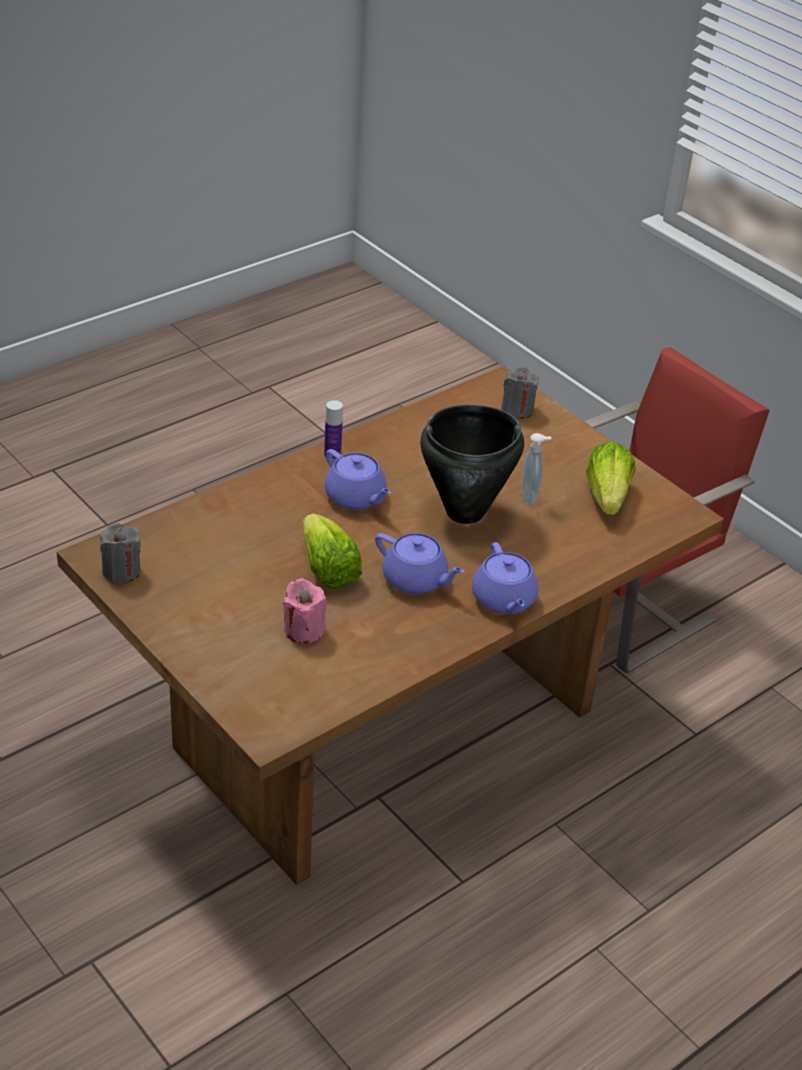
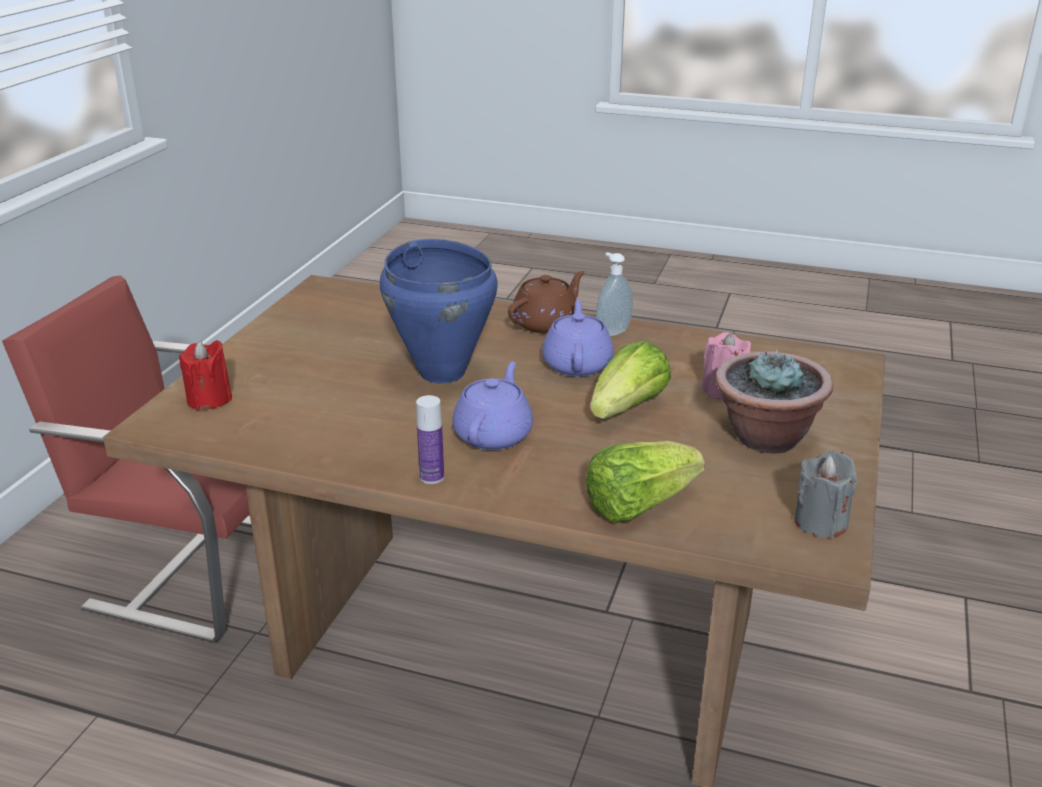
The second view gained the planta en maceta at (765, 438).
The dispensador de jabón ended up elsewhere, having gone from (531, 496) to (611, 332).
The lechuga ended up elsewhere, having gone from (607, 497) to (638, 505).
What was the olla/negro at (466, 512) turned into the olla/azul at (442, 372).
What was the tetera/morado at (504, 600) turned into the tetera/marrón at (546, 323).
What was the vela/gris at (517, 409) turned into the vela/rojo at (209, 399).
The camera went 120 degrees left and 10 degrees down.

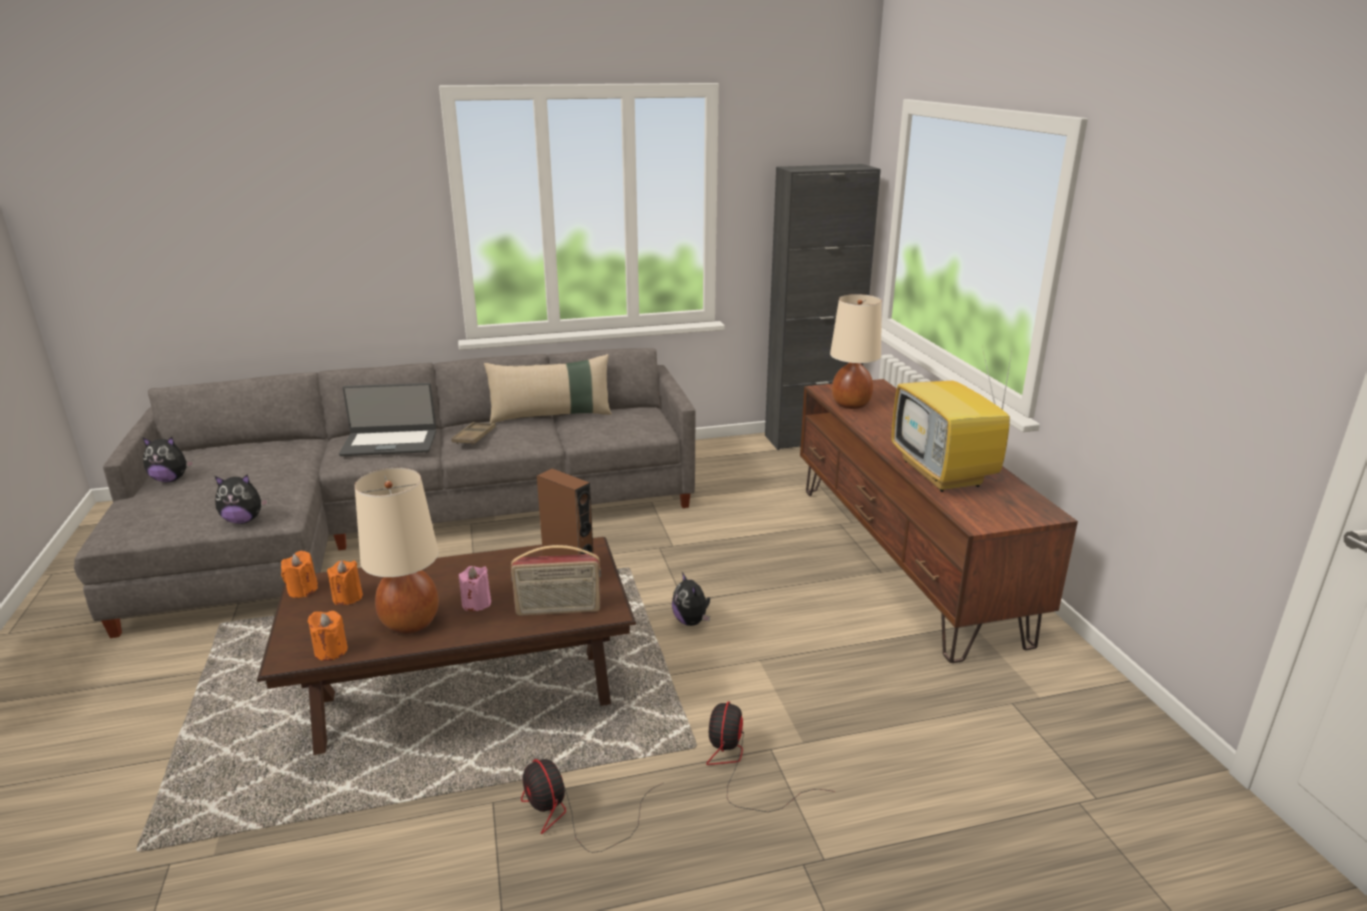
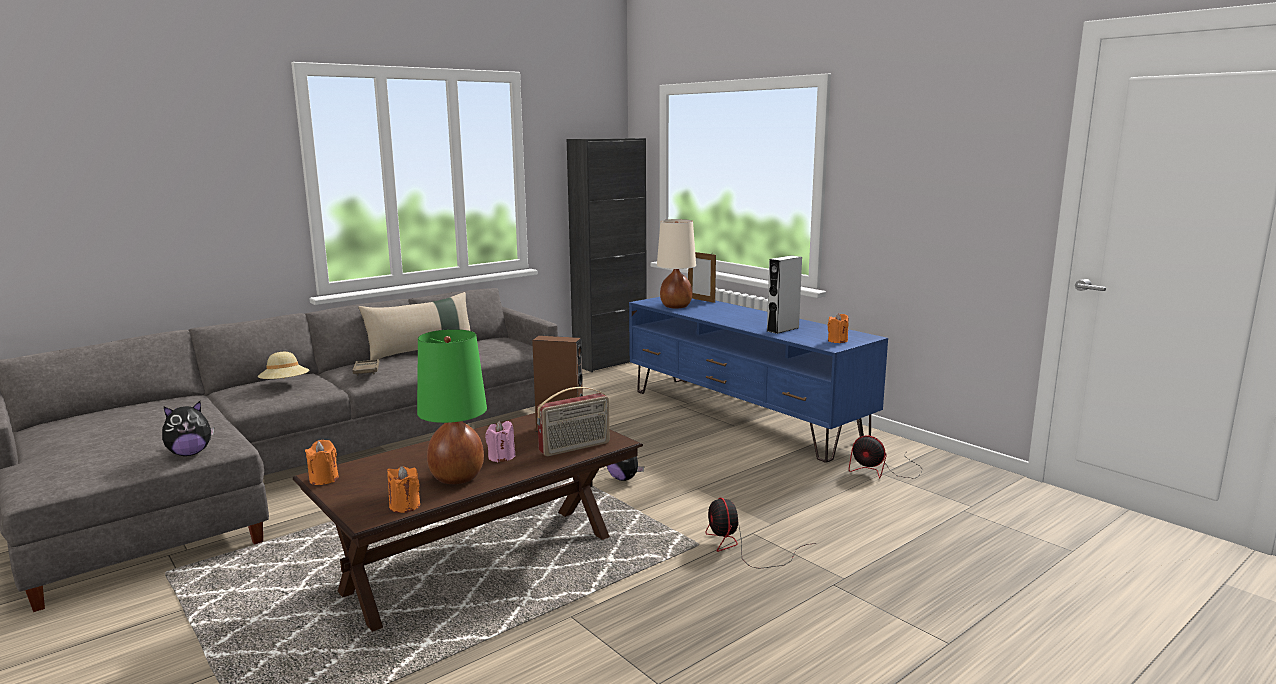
The second view lost the peluche at (171, 479).
The second view gained the portarretratos at (701, 300).
The vela/naranja ended up elsewhere, having gone from (347, 597) to (837, 341).
The ventilador ended up elsewhere, having gone from (572, 816) to (882, 470).
Where the portátil stood at (389, 443), the sombrero/beis came to stand at (285, 385).
Where the televisor stood at (944, 474), the altavoz/gris came to stand at (783, 329).
What was the lámpara de mesa/beis at (410, 622) turned into the lámpara de mesa/verde at (457, 477).
What was the mueble de televisión/marrón at (904, 559) turned into the mueble de televisión/azul at (743, 416).
The camera went 25 degrees left and 10 degrees down.

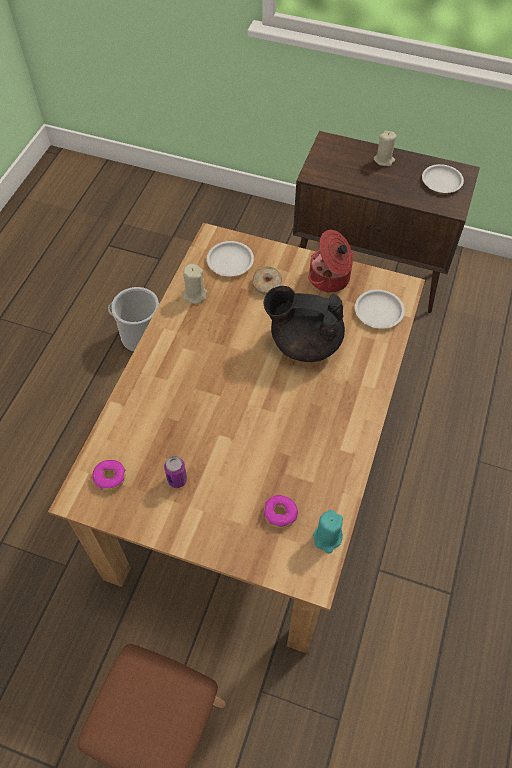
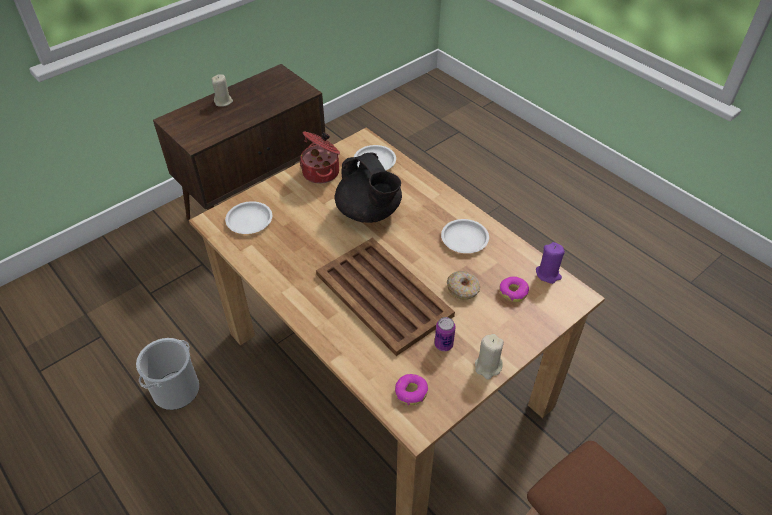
The second view gained the bandeja/marrón at (384, 296).
The vela/beis ended up elsewhere, having gone from (194, 295) to (488, 367).
The rosquilla ended up elsewhere, having gone from (267, 284) to (463, 289).
The plato/blanco ended up elsewhere, having gone from (441, 181) to (464, 239).
What was the vela/turquesa at (327, 538) turned into the vela/morado at (548, 274).
The tetera/negro at (304, 342) ended up facing another way, 75 degrees counterclockwise from before.
The camera went 60 degrees left and 10 degrees down.

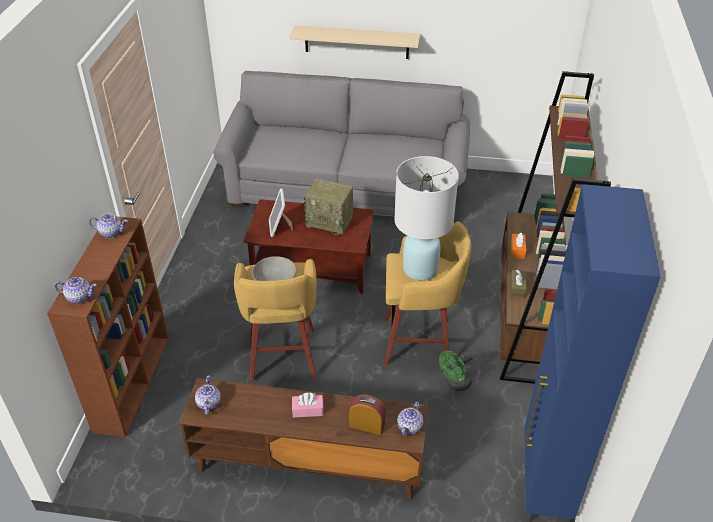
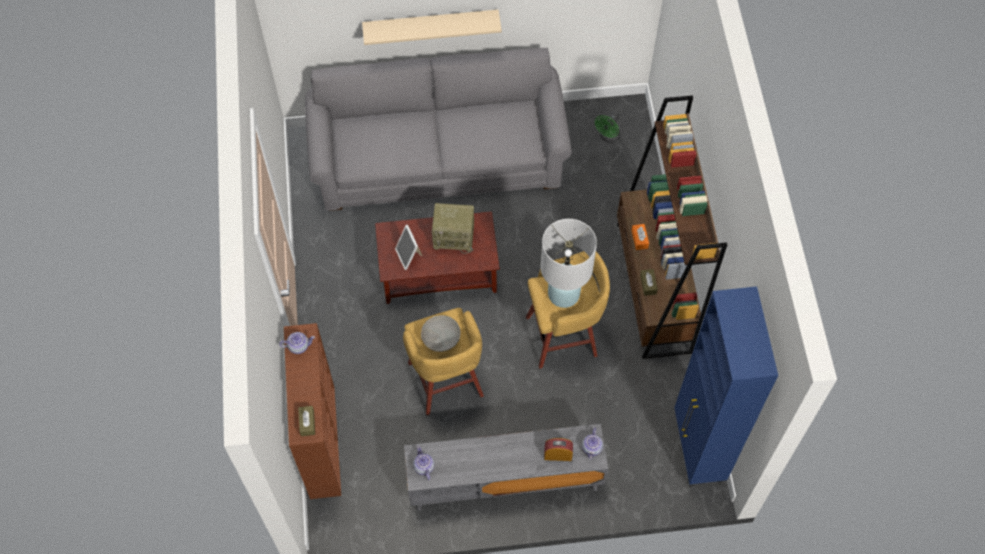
The second view lost the caja de pañuelos/rosa at (308, 410).
The ventilador/verde ended up elsewhere, having gone from (455, 384) to (608, 137).
Where the tetera stood at (79, 297), the caja de pañuelos/marrón came to stand at (307, 423).
What was the mueble de televisión/marrón at (307, 464) turned into the mueble de televisión/gris at (504, 481).
The camera went 15 degrees left and 20 degrees up.

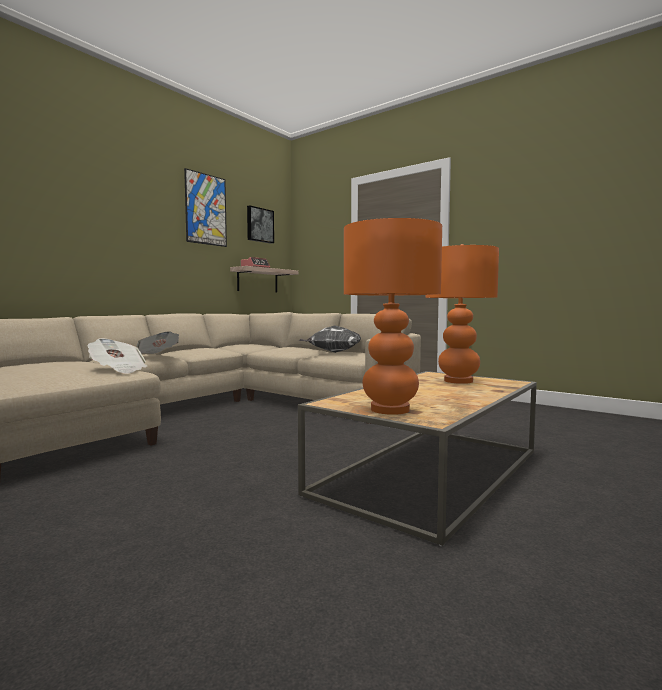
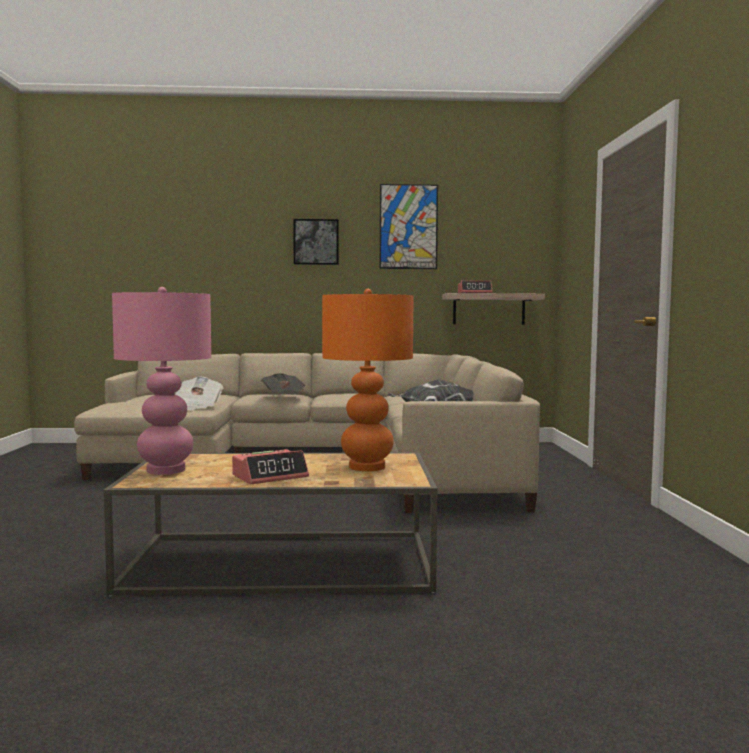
The second view gained the despertador at (270, 476).
The cuadro ended up elsewhere, having gone from (259, 225) to (316, 242).
What was the lámpara de mesa/naranja at (390, 409) turned into the lámpara de mesa/rosa at (167, 470).
The camera went 50 degrees right and 0 degrees up.

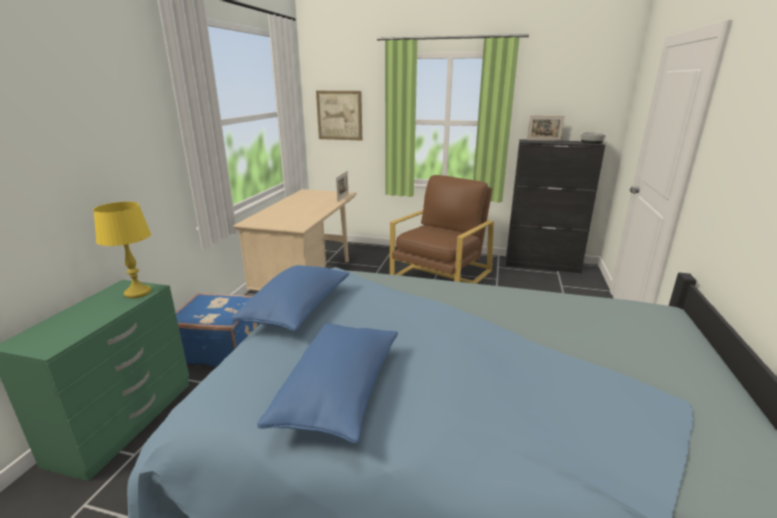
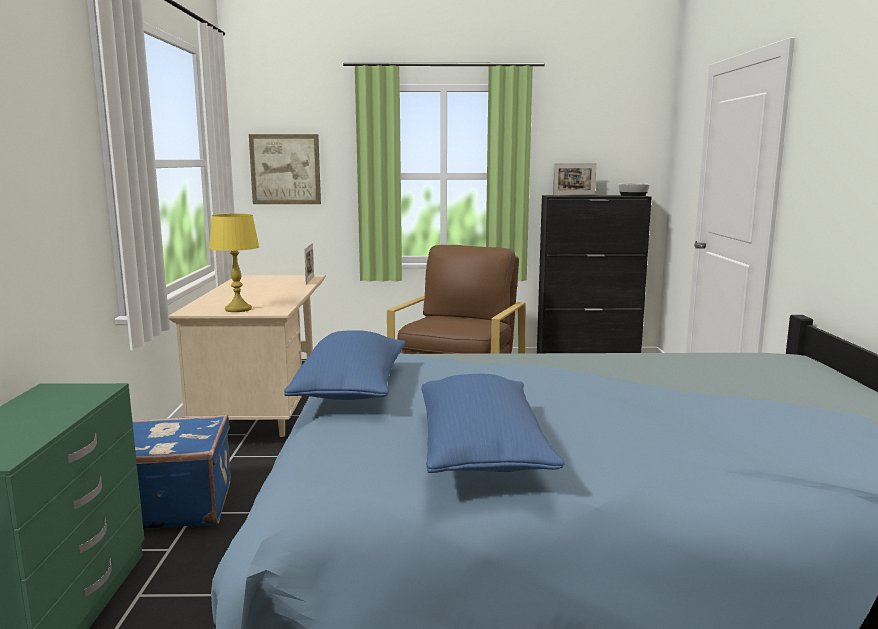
The lámpara de mesa/amarillo ended up elsewhere, having gone from (138, 292) to (238, 309).
The camera went 15 degrees left and 10 degrees down.

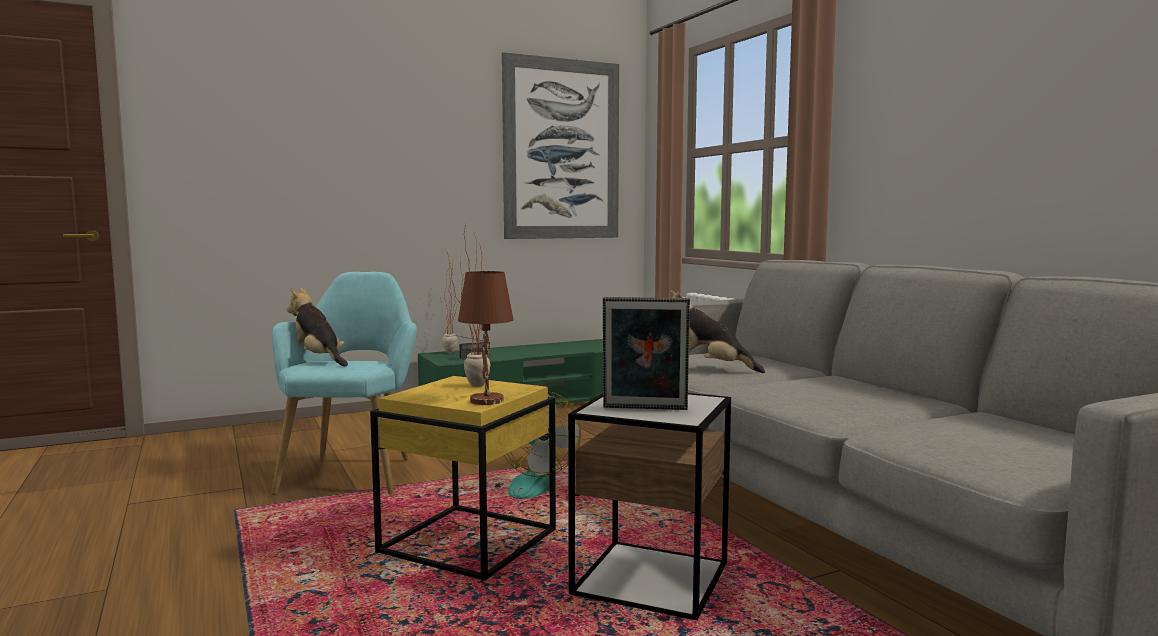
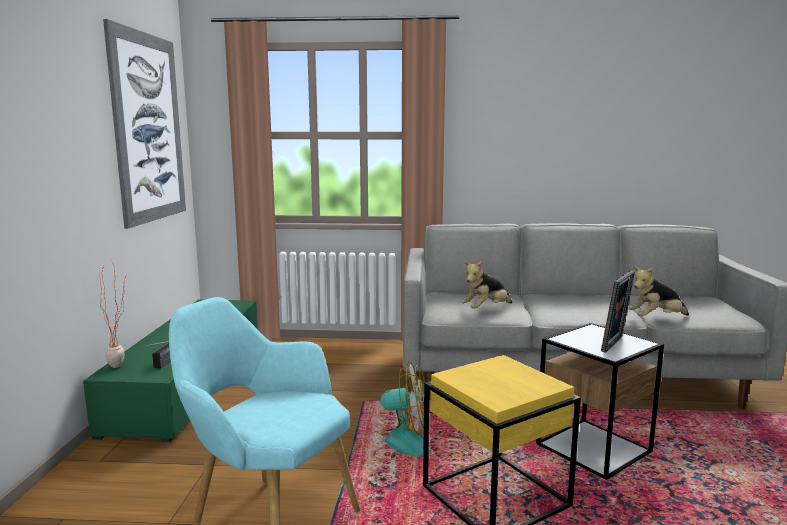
The second view lost the planta en maceta at (470, 385).
The second view lost the lámpara de mesa/marrón at (486, 400).
The peluche ended up elsewhere, having gone from (319, 360) to (656, 319).
The camera went 60 degrees left and 5 degrees up.

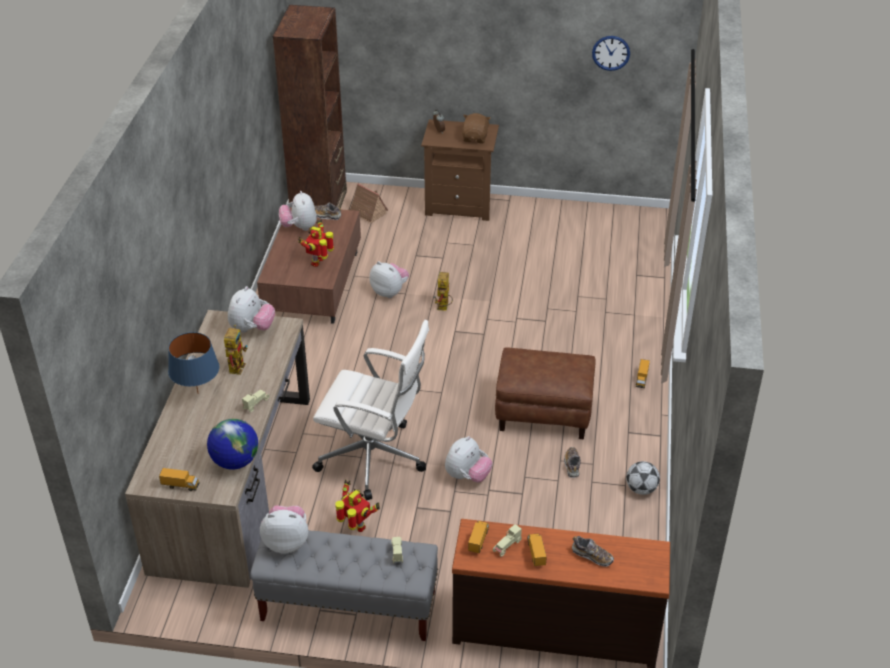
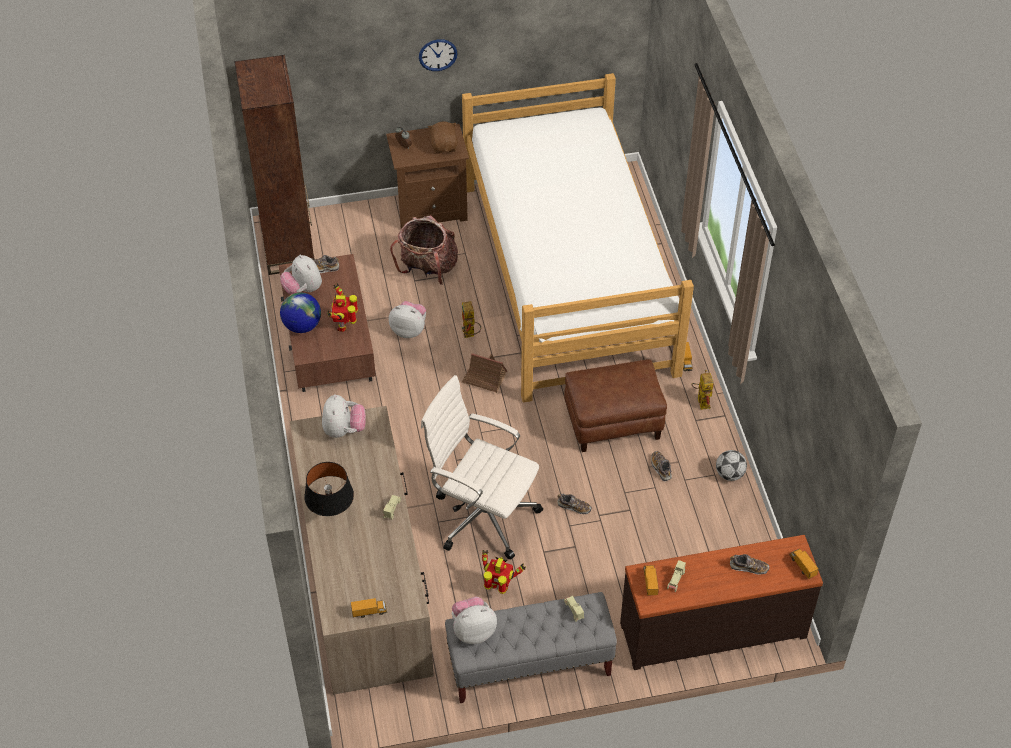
The second view gained the mochila at (428, 268).
The second view gained the cama at (568, 277).
The globo terráqueo ended up elsewhere, having gone from (235, 461) to (302, 326).
The robot de juguete ended up elsewhere, having gone from (236, 365) to (701, 400).
The casita ended up elsewhere, having gone from (367, 212) to (484, 378).
The camión de juguete ended up elsewhere, having gone from (536, 554) to (802, 566).
The reloj de pared ended up elsewhere, having gone from (611, 53) to (438, 55).
Where the peluche stood at (467, 476), the zapato came to stand at (574, 507).
What was the lámpara de mesa/azul at (197, 393) turned into the lámpara de mesa/negro at (331, 514).
The silla de oficina/blanco at (374, 459) ended up facing another way, 150 degrees counterclockwise from before.
The camera went 20 degrees left and 10 degrees up.

